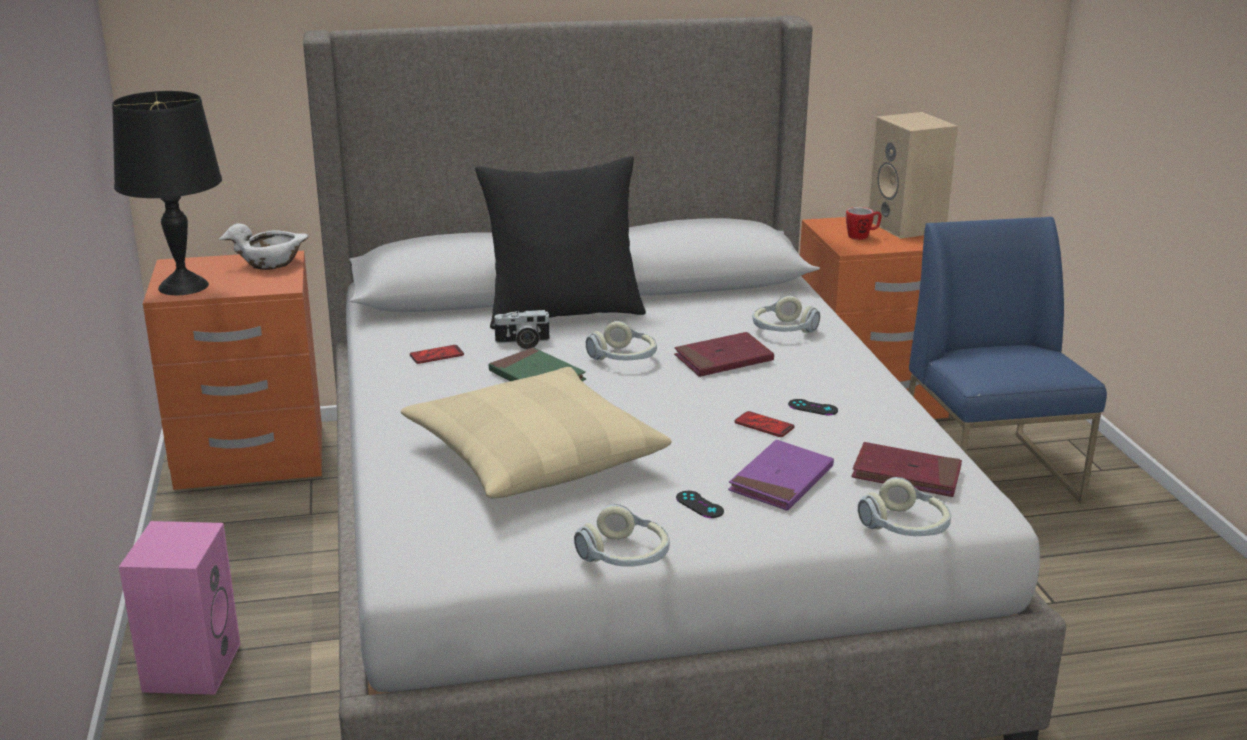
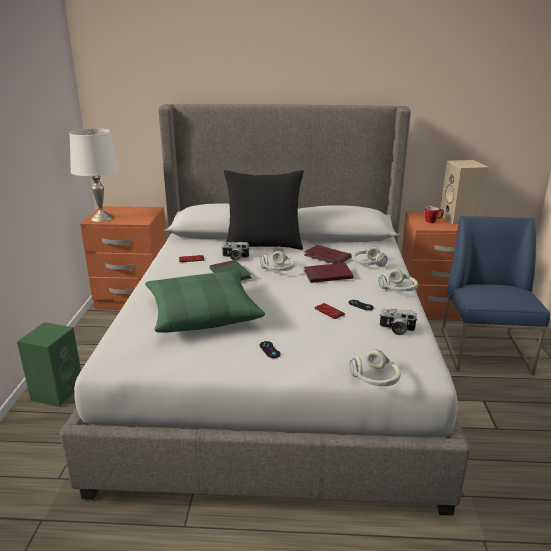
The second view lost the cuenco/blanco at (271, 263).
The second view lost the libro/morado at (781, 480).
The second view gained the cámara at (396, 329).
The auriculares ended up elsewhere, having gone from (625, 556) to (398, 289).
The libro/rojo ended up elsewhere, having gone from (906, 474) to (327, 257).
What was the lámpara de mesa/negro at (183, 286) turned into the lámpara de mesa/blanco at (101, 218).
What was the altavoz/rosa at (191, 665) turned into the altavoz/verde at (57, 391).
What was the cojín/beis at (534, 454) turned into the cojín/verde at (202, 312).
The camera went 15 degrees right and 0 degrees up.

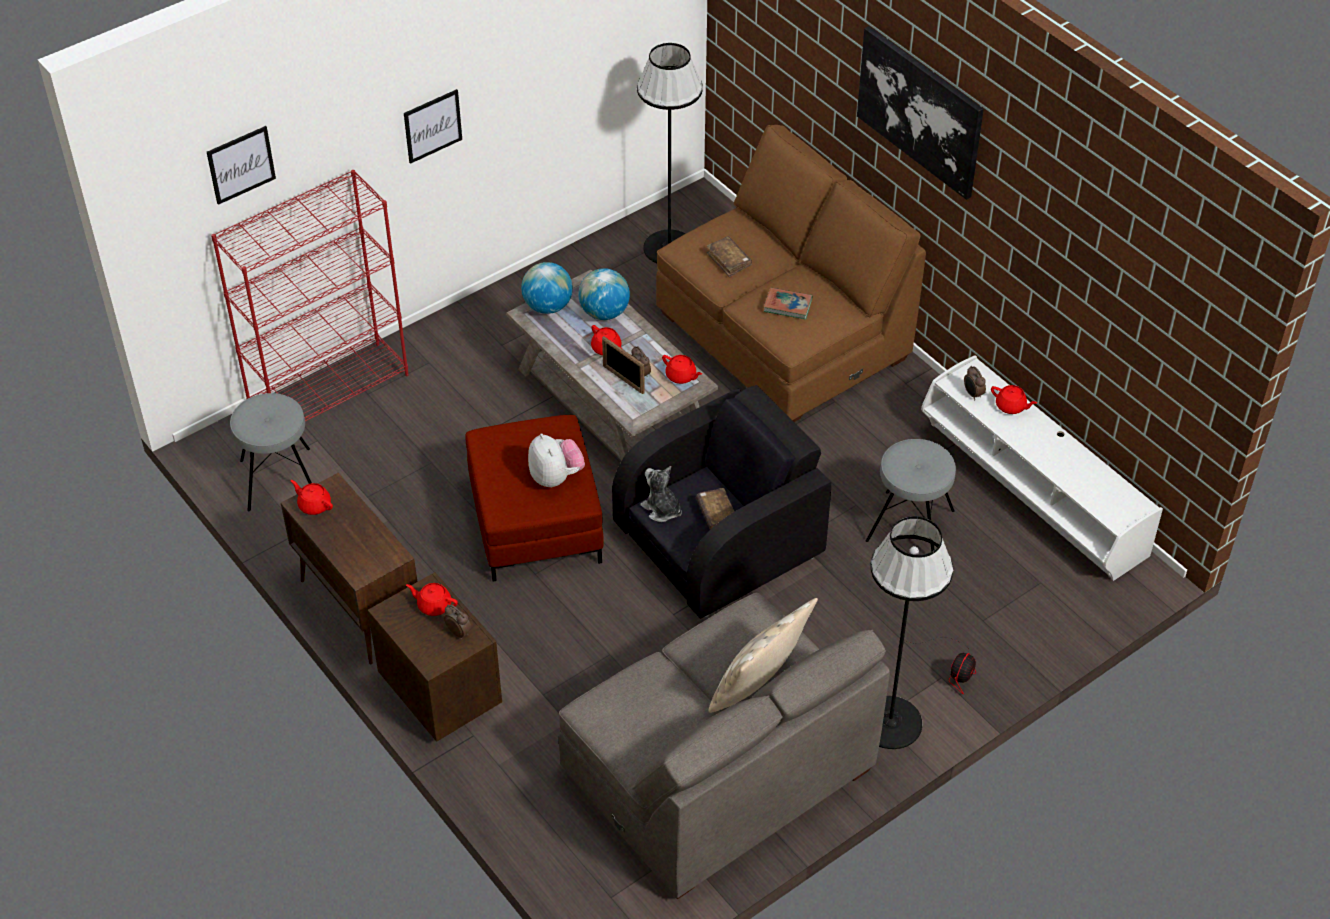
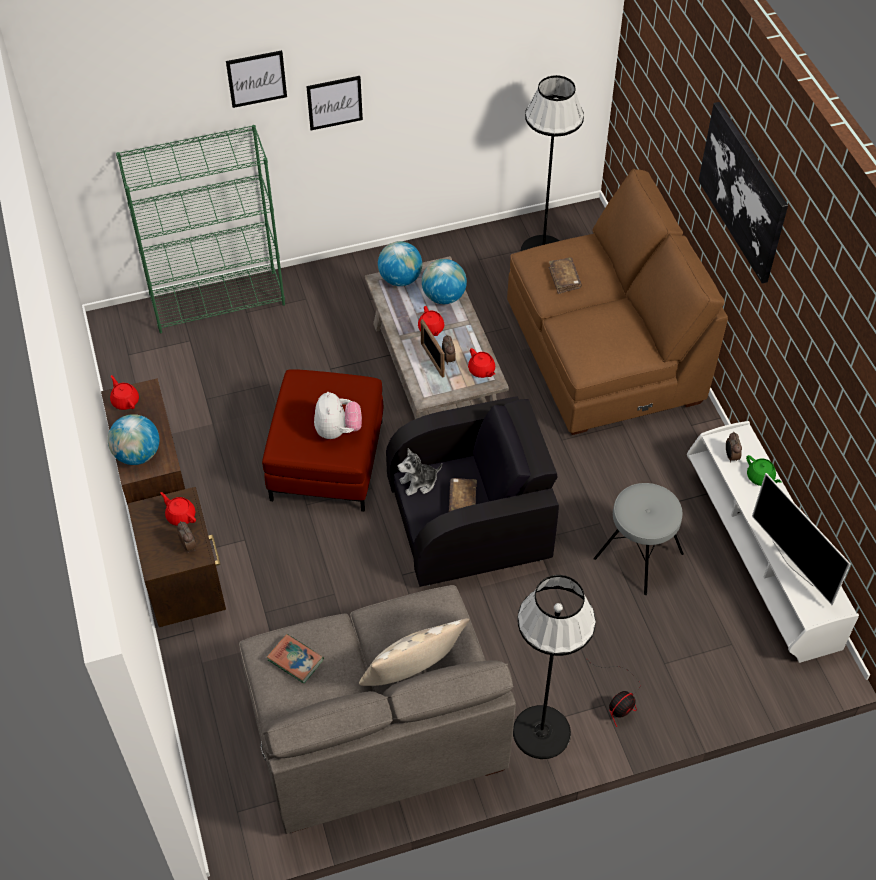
The second view lost the taburete/gris at (279, 479).
The second view gained the globo terráqueo at (138, 455).
The second view gained the televisor at (793, 563).
The cuadro ended up elsewhere, having gone from (241, 164) to (256, 78).
The libro ended up elsewhere, having gone from (787, 306) to (295, 660).
What was the estantería/rojo at (329, 390) turned into the estantería/verde at (218, 301).
What was the tetera/rojo at (1011, 406) turned into the tetera/verde at (760, 477).
The peluche at (661, 509) ended up facing another way, 90 degrees counterclockwise from before.
The camera went 20 degrees right and 5 degrees up.

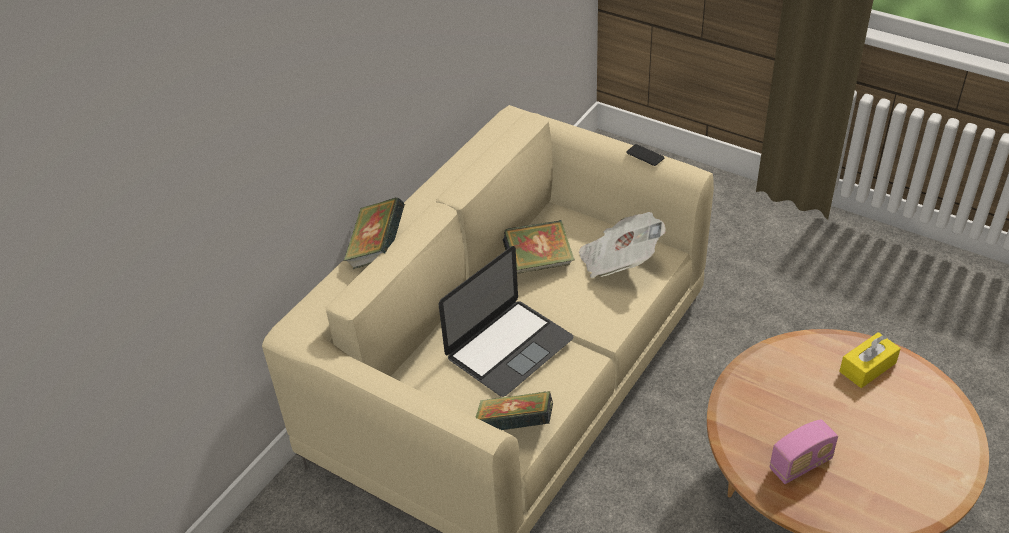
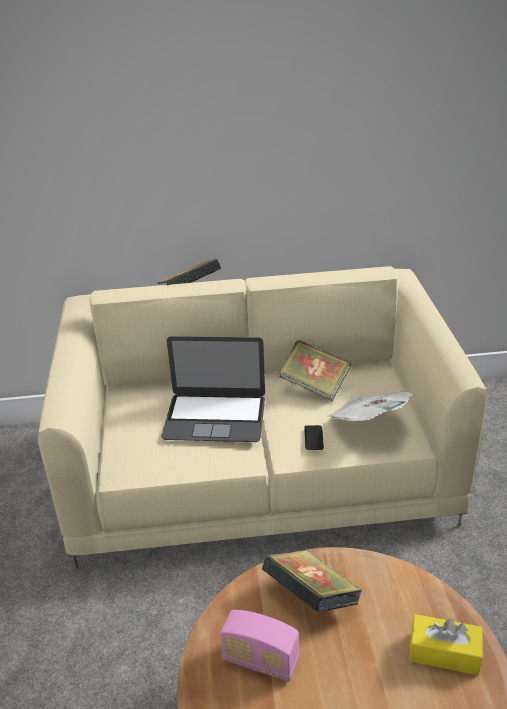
The libro ended up elsewhere, having gone from (515, 427) to (311, 598).
The móvil ended up elsewhere, having gone from (645, 155) to (313, 438).
The camera went 50 degrees right and 10 degrees down.

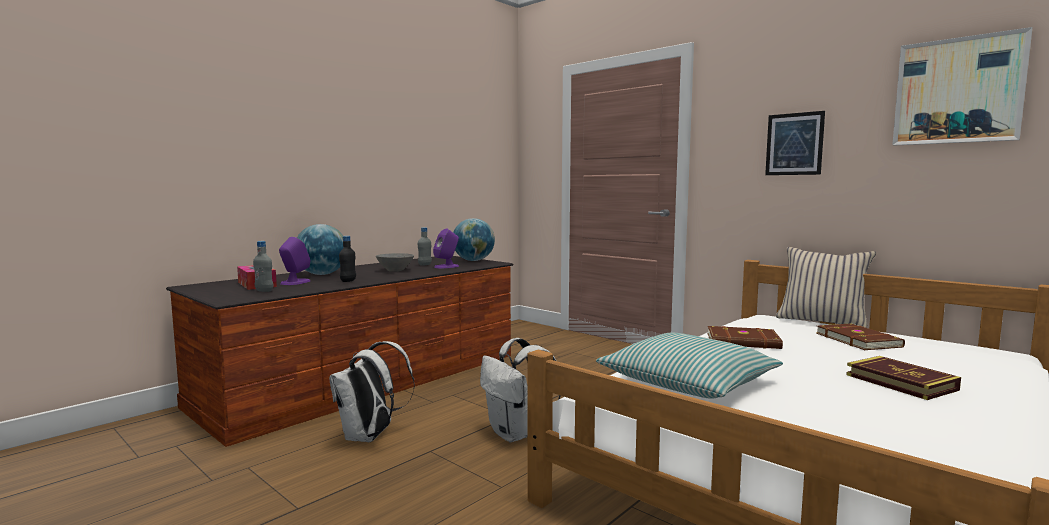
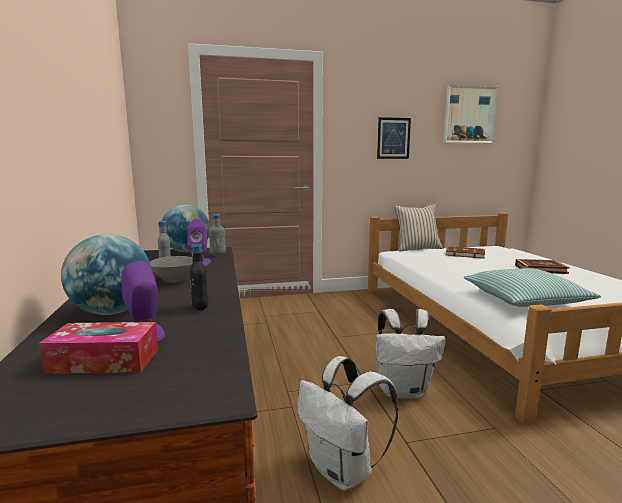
The second view lost the libro/marrón at (743, 341).
The botella/gris ended up elsewhere, having gone from (264, 291) to (218, 254).
The camera went 55 degrees left and 5 degrees up.

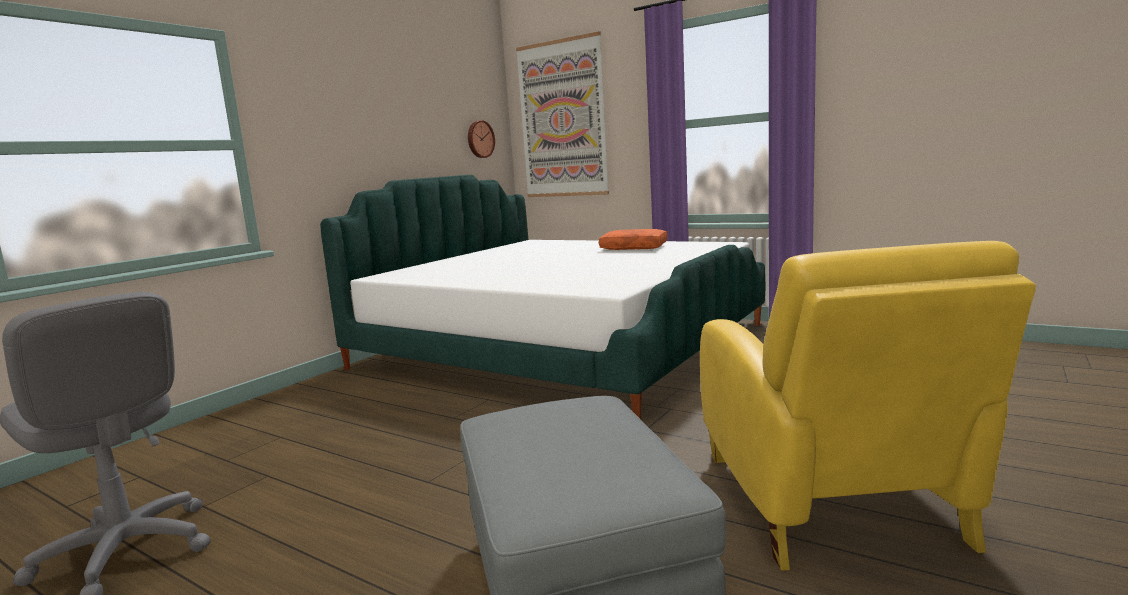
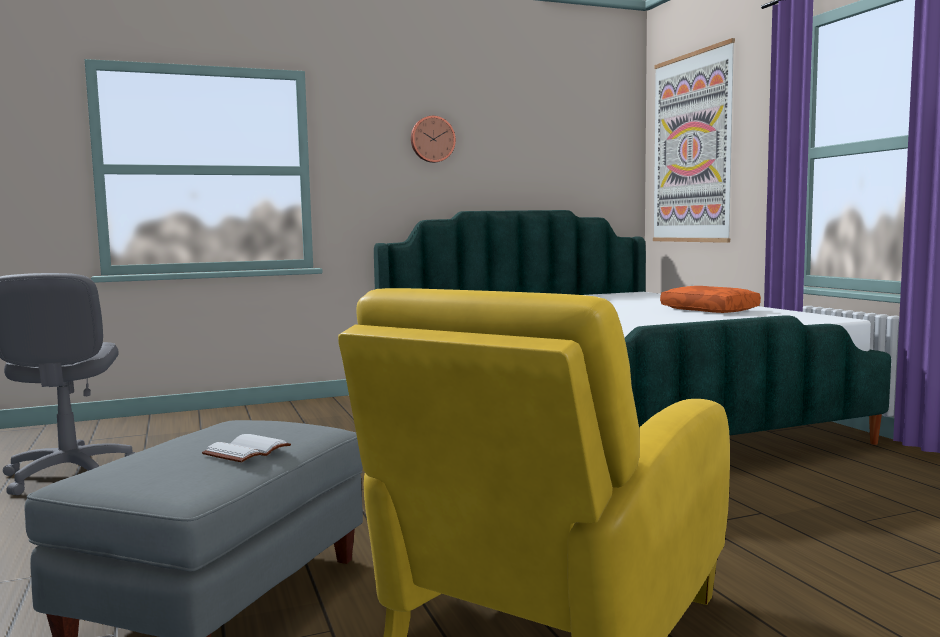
The second view gained the libro/blanco at (246, 451).
The reloj de pared ended up elsewhere, having gone from (480, 139) to (432, 139).
The camera went 35 degrees right and 5 degrees down.

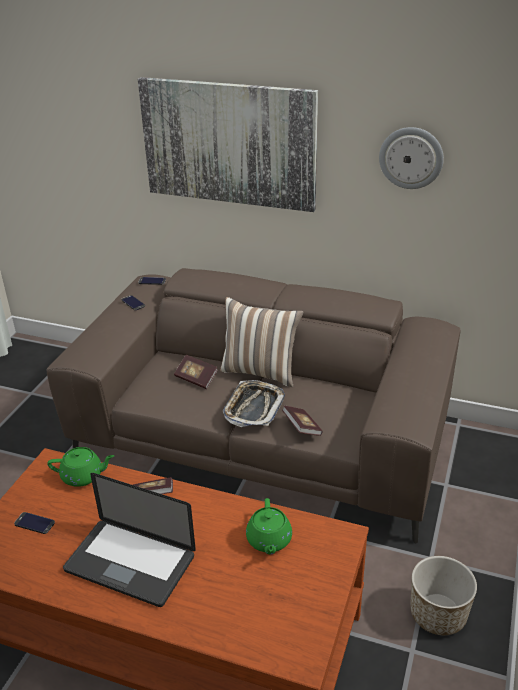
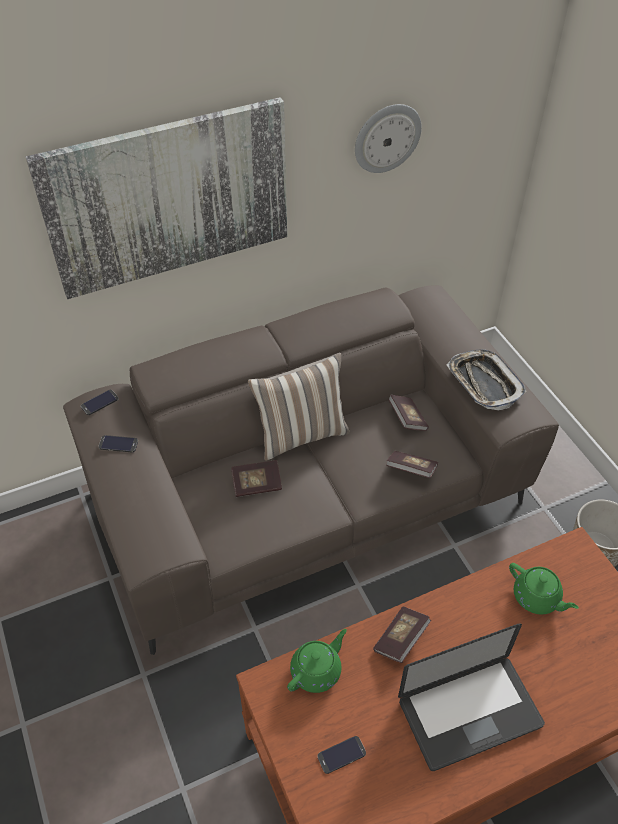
The second view gained the libro at (407, 419).
The bandeja ended up elsewhere, having gone from (253, 408) to (484, 383).
The camera went 45 degrees left and 15 degrees up.

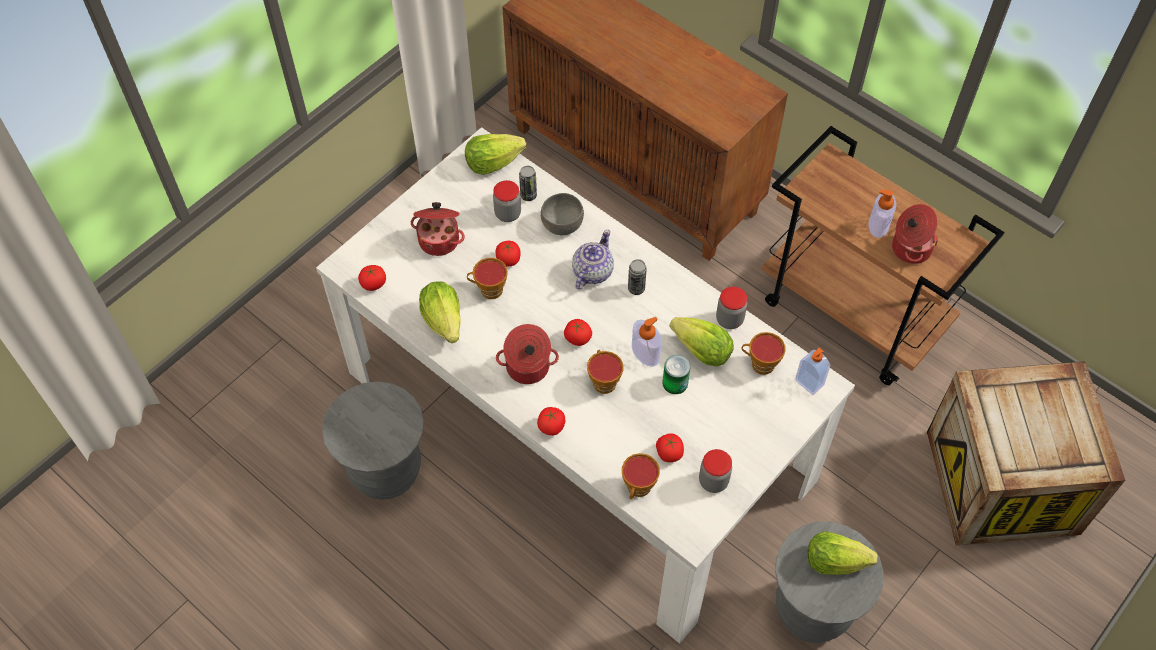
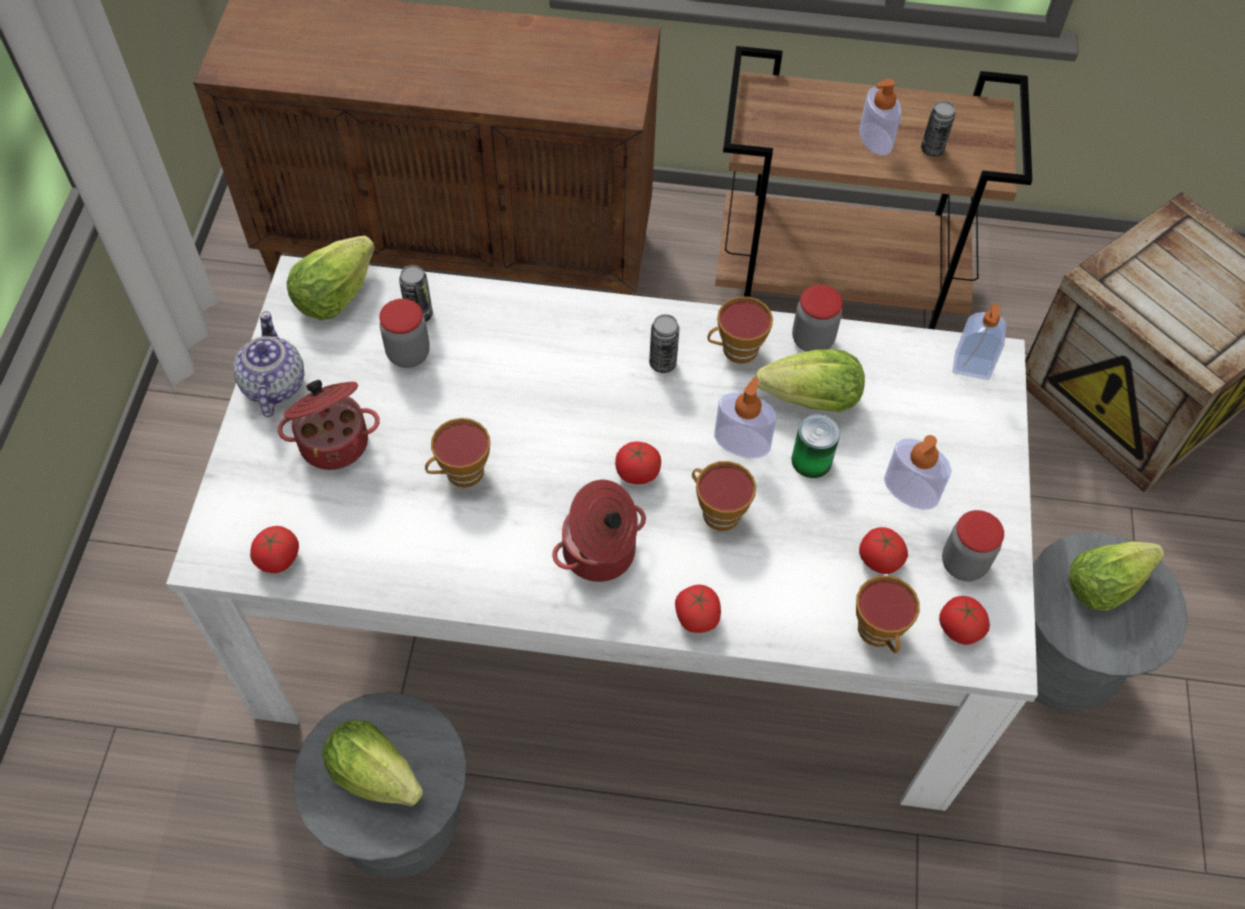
The second view lost the cuenco/gris at (561, 224).
The second view gained the dispensador de jabón at (910, 490).
The lechuga ended up elsewhere, having gone from (443, 320) to (374, 773).
The tomate ended up elsewhere, having gone from (508, 260) to (959, 628).
The tetera ended up elsewhere, having gone from (592, 272) to (273, 385).
The taza ended up elsewhere, having gone from (760, 364) to (736, 351).
Where the olla stood at (910, 248), the lata came to stand at (932, 149).
The camera went 35 degrees left and 0 degrees up.

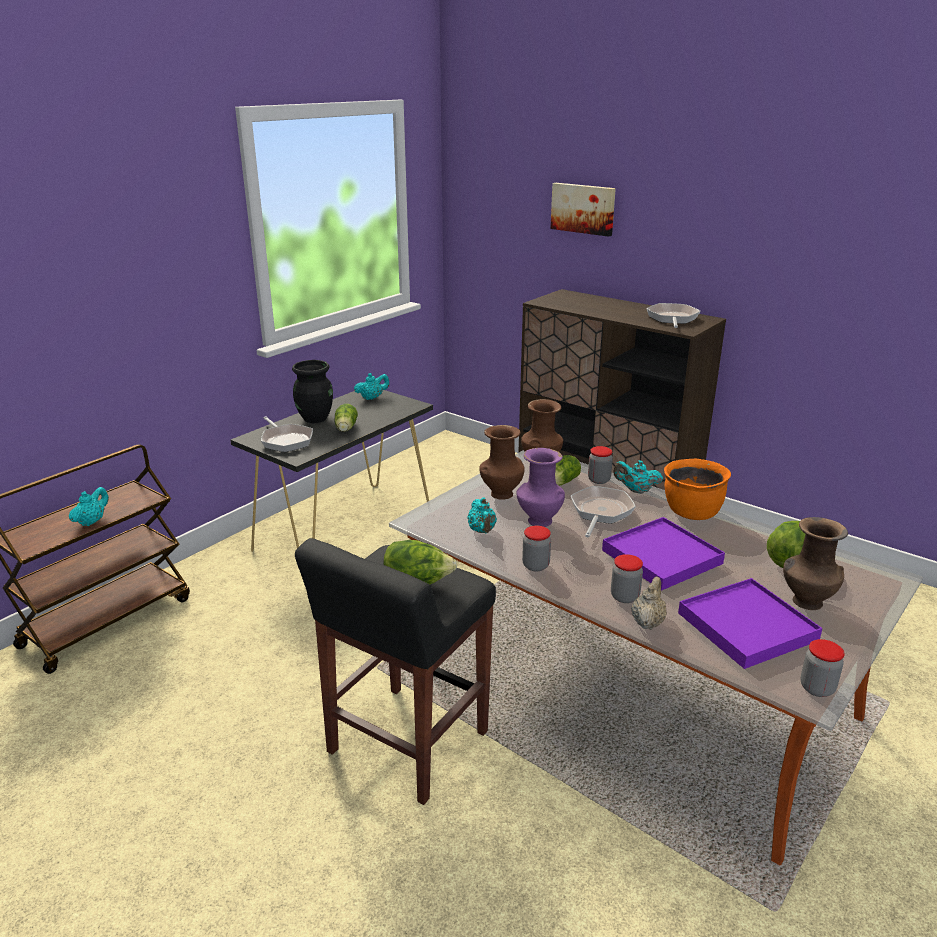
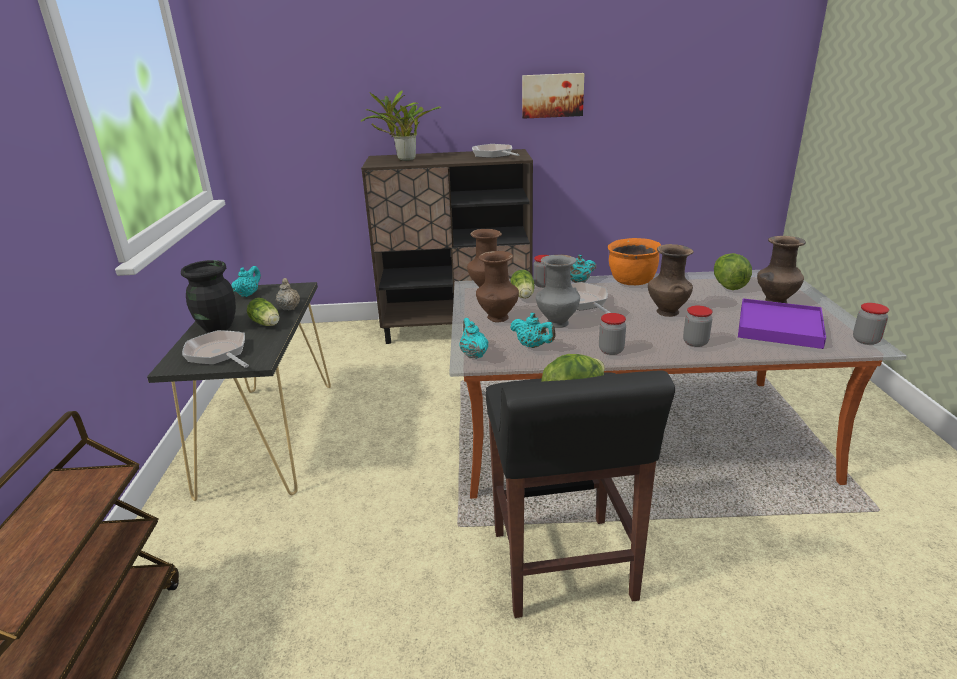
The second view gained the planta en maceta at (403, 159).
The tetera/turquesa ended up elsewhere, having gone from (92, 521) to (473, 354).
The cuadro ended up elsewhere, having gone from (583, 208) to (552, 95).
The tetera/beis ended up elsewhere, having gone from (647, 622) to (289, 308).
Where the bandeja/morado stood at (661, 557), the florero/marrón came to stand at (666, 311).
What was the florero/morado at (538, 521) turned into the florero/gris at (556, 323).
The sartén at (286, 440) ended up facing another way, 150 degrees counterclockwise from before.
The camera went 40 degrees left and 0 degrees up.

